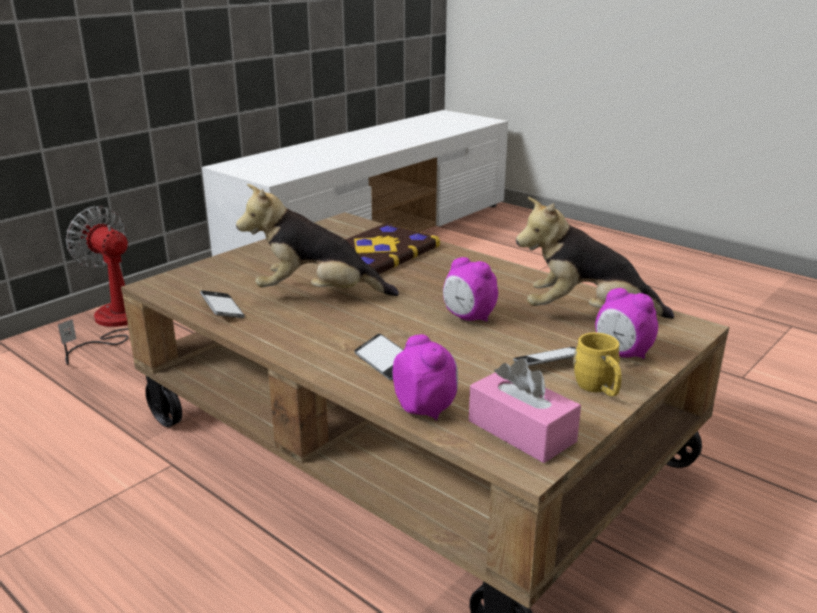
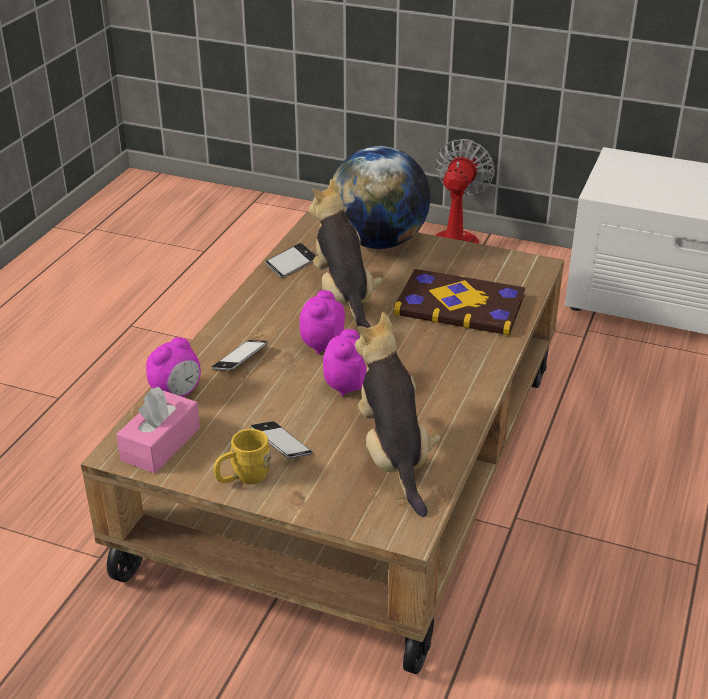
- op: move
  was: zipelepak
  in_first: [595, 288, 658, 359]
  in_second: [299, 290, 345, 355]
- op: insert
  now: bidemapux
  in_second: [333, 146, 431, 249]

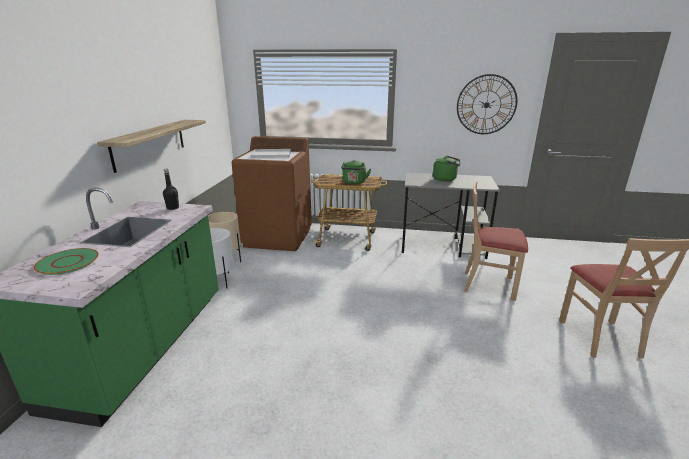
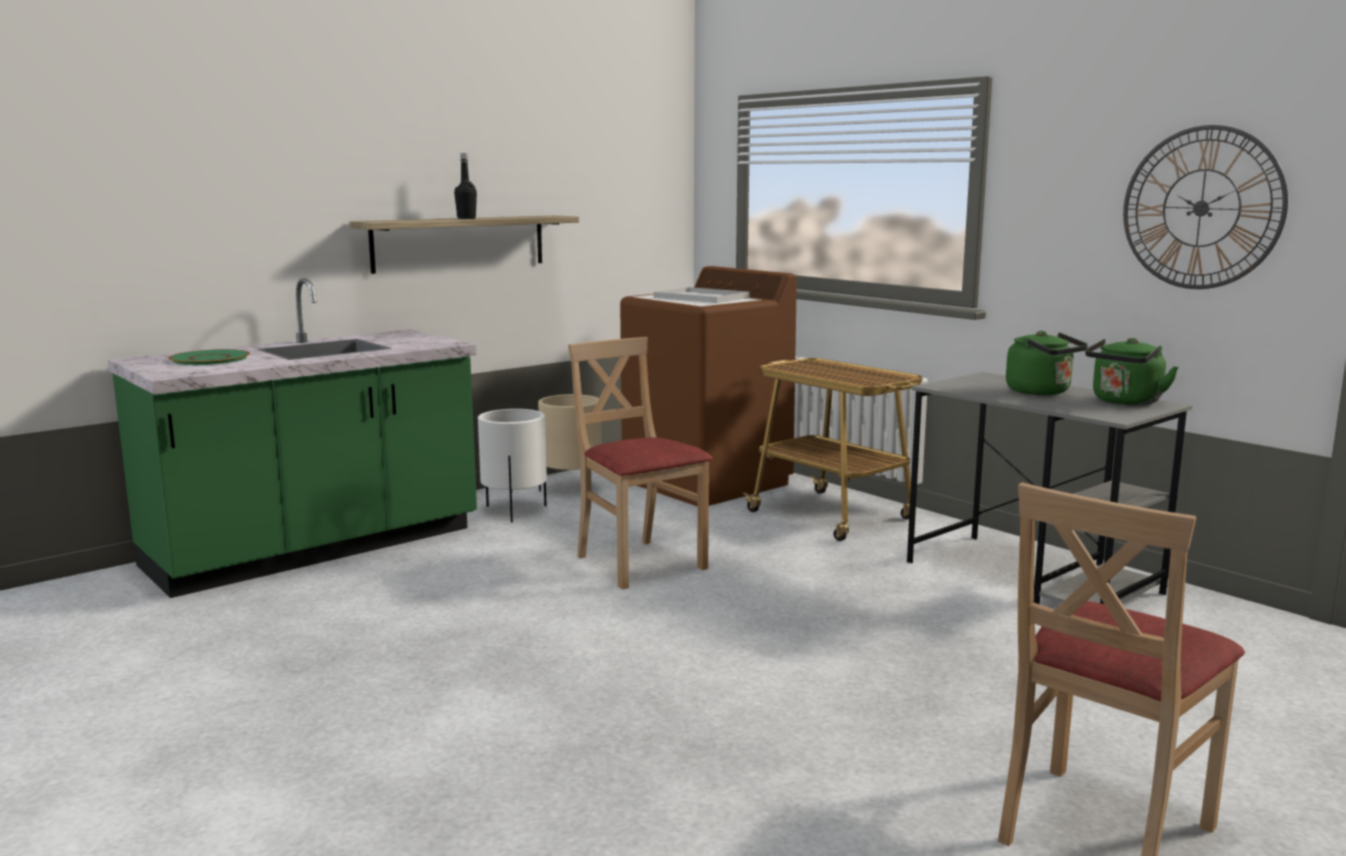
- op: move
  was: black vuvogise
  in_first: [163, 169, 179, 210]
  in_second: [454, 153, 477, 219]
- op: move
  was: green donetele
  in_first: [341, 160, 371, 185]
  in_second: [1085, 338, 1179, 405]
- op: move
  was: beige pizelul
  in_first: [464, 181, 528, 301]
  in_second: [568, 337, 713, 589]

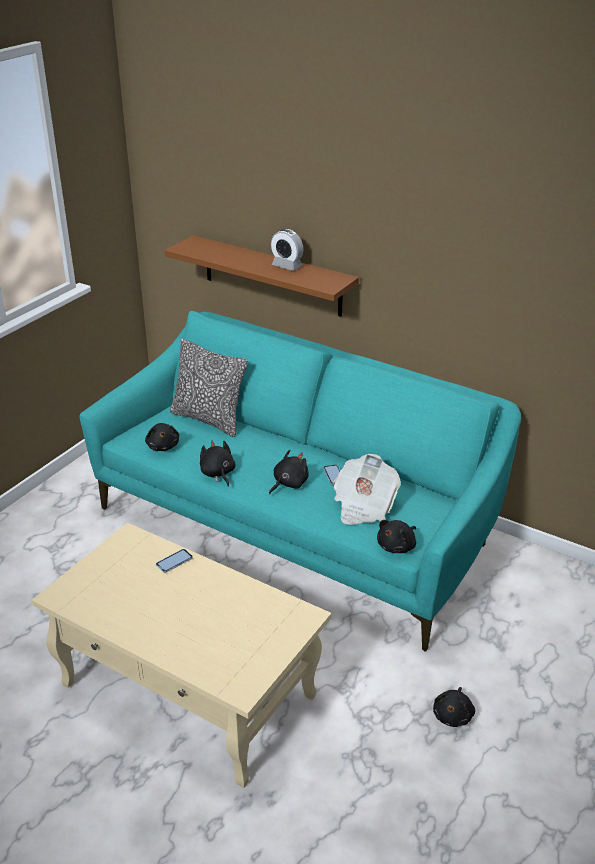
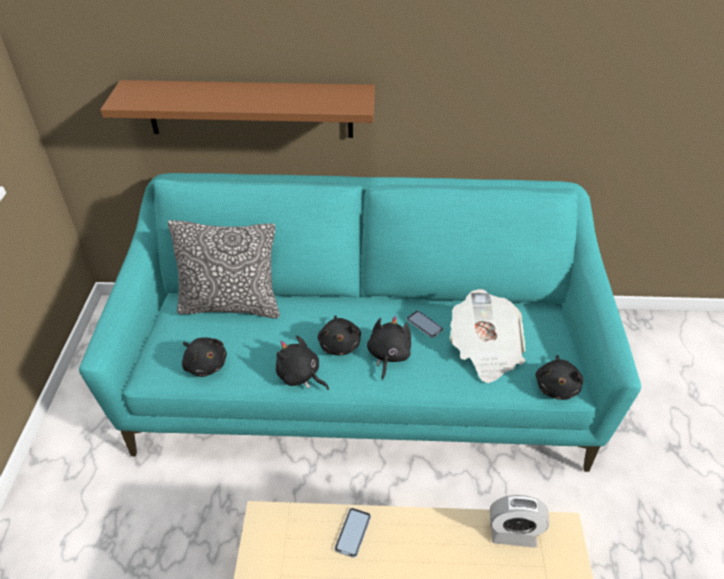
- op: move
  was: zipelepak
  in_first: [271, 229, 303, 271]
  in_second: [490, 495, 549, 548]
- op: move
  was: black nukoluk
  in_first: [433, 687, 475, 727]
  in_second: [318, 315, 361, 355]

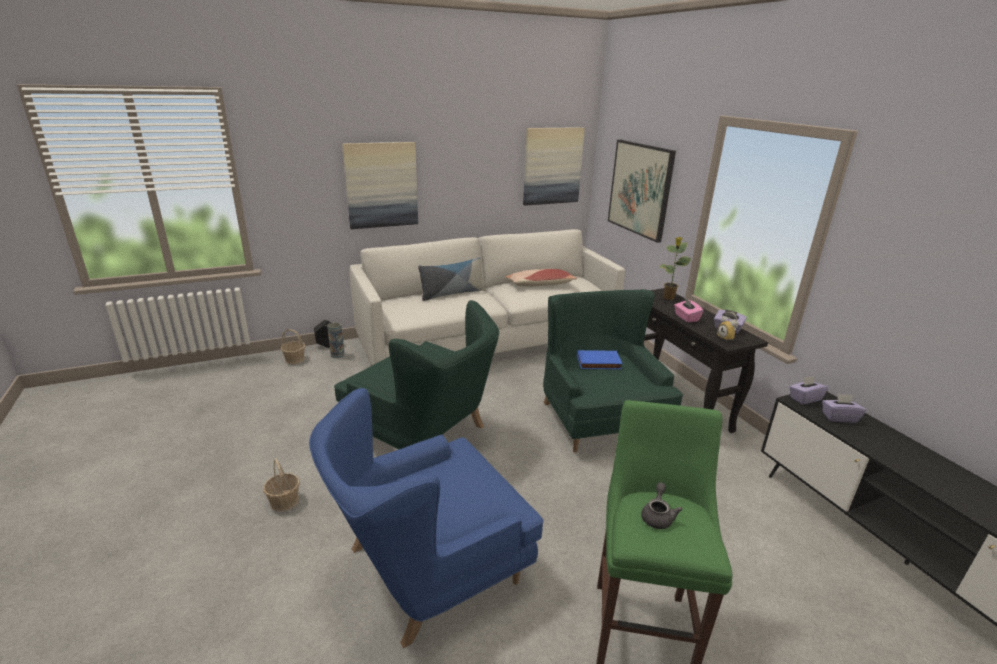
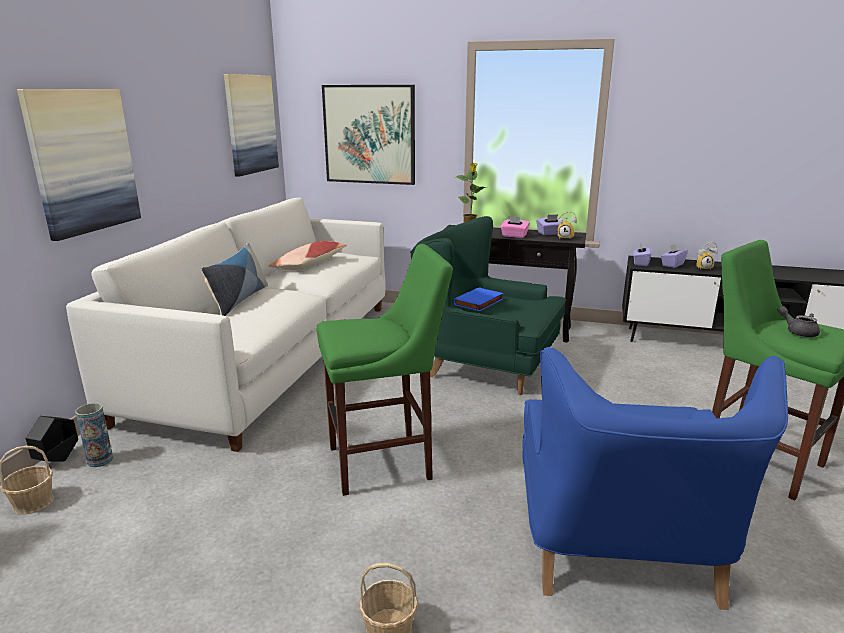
- op: replace
  was: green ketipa
  now: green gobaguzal
  in_first: [334, 300, 499, 449]
  in_second: [316, 244, 453, 496]
- op: insert
  now: zipelepak
  in_second: [696, 242, 718, 270]

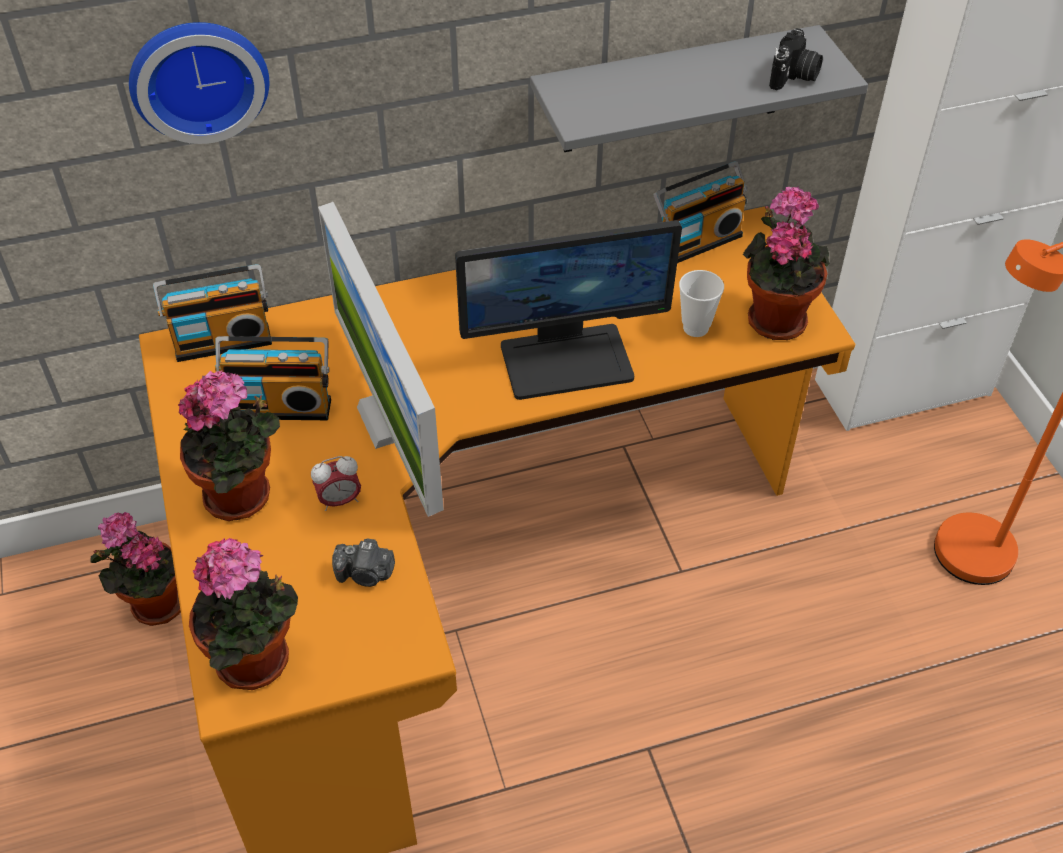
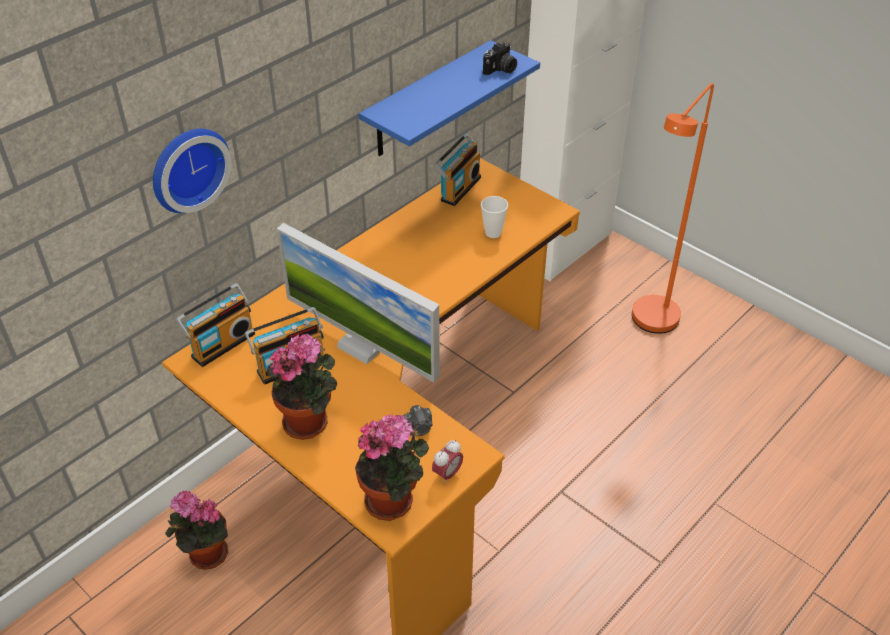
- op: move
  was: zipelepak
  in_first: [311, 456, 361, 511]
  in_second: [432, 440, 463, 484]
- op: delete
  was: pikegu
  in_first: [455, 220, 682, 400]
- op: recolor
  was: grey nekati
  now: blue nekati
  in_first: [530, 25, 868, 152]
  in_second: [359, 40, 540, 156]
- op: delete
  was: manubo
  in_first: [743, 186, 830, 340]
- op: rotate
  was: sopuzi
  in_first: [769, 28, 823, 90]
  in_second: [483, 42, 517, 75]
  clockwise: 45

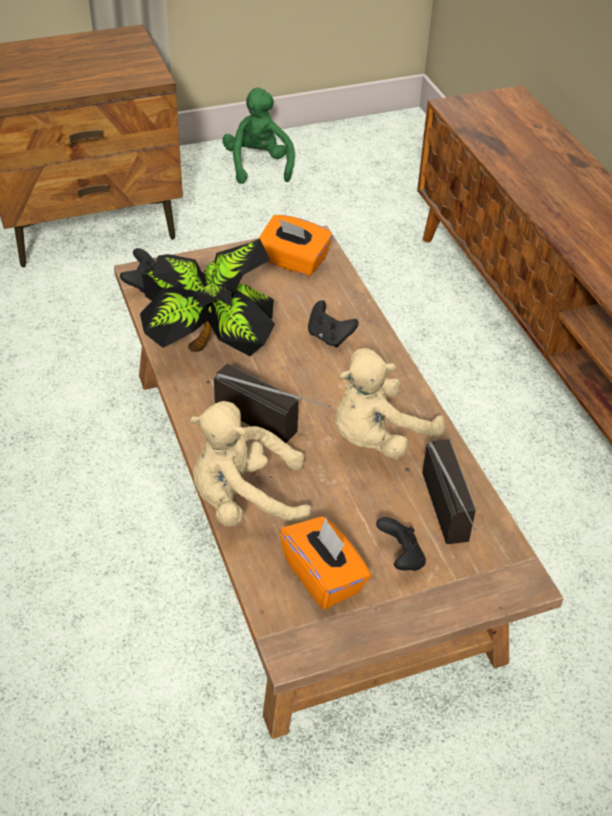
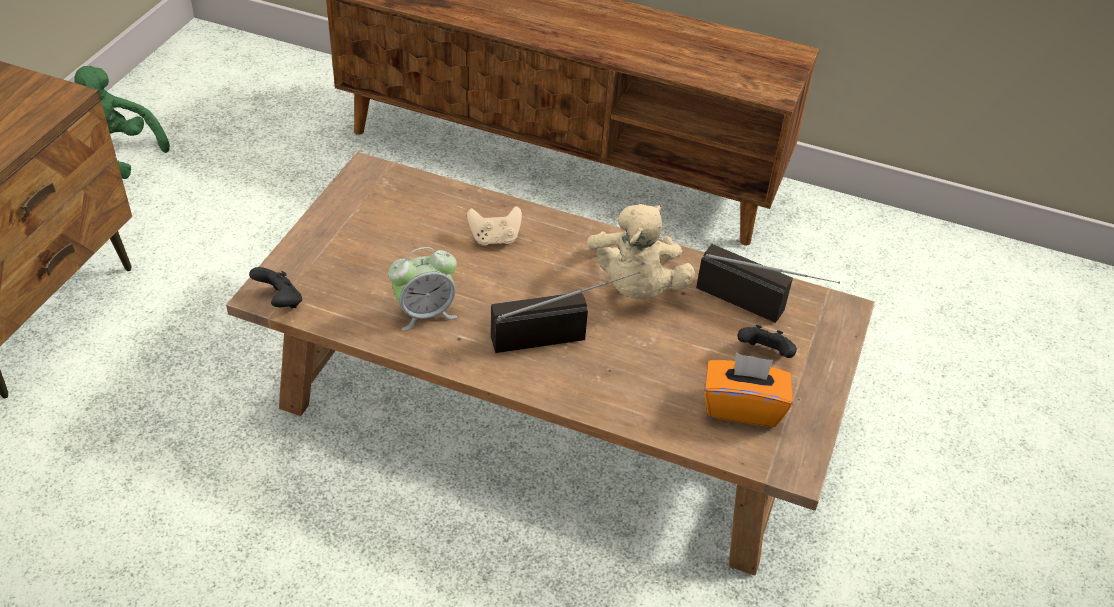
- op: replace
  was: manubo
  now: zipelepak
  in_first: [140, 238, 275, 356]
  in_second: [388, 247, 457, 331]
- op: delete
  was: beige nukoluk
  in_first: [190, 401, 311, 526]
- op: delete
  was: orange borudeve
  in_first: [258, 215, 332, 276]
- op: recolor
  was: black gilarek
  now: beige gilarek
  in_first: [308, 300, 359, 348]
  in_second: [467, 206, 522, 245]

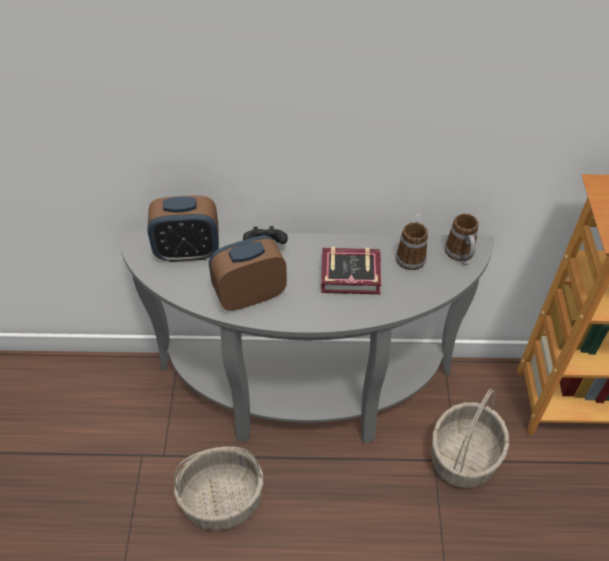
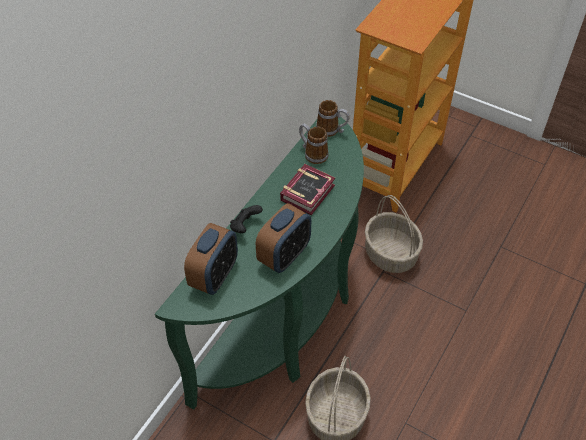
- op: recolor
  was: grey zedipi
  now: green zedipi
  in_first: [118, 231, 494, 443]
  in_second: [155, 117, 364, 410]
- op: rotate
  was: zipelepak
  in_first: [209, 235, 287, 311]
  in_second: [256, 203, 311, 273]
  clockwise: -150

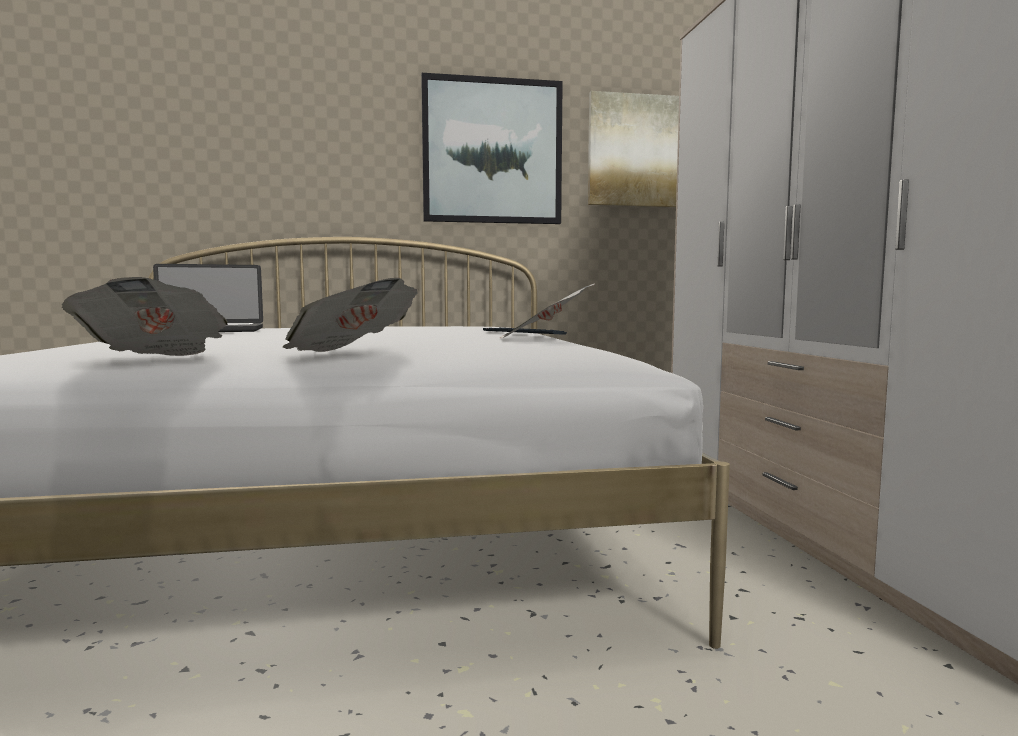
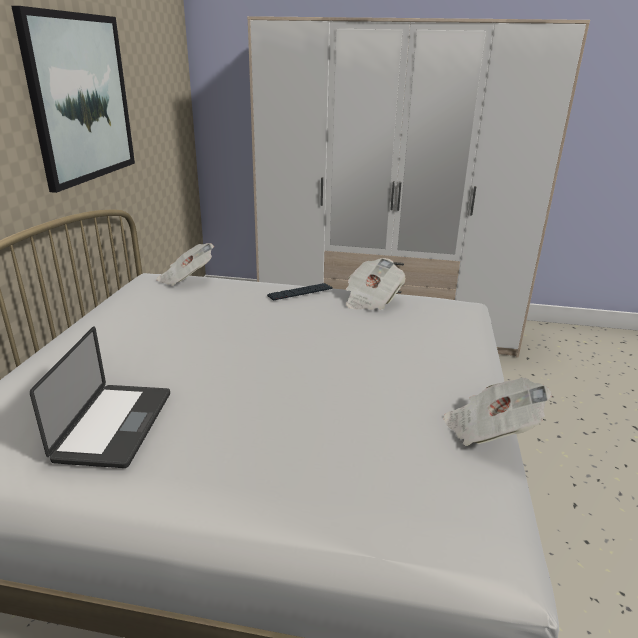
- op: move
  was: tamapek
  in_first: [283, 278, 418, 352]
  in_second: [157, 243, 214, 286]
- op: delete
  was: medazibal
  in_first: [588, 91, 679, 207]

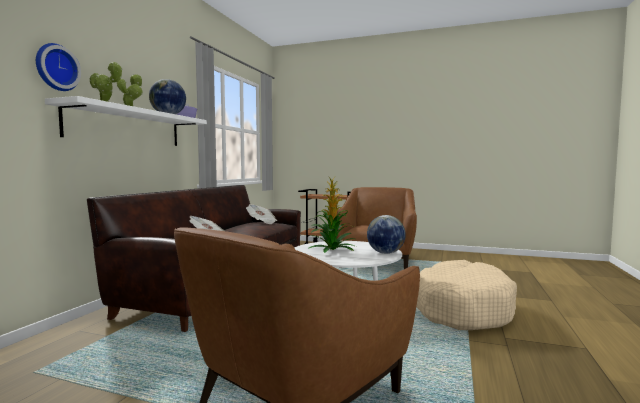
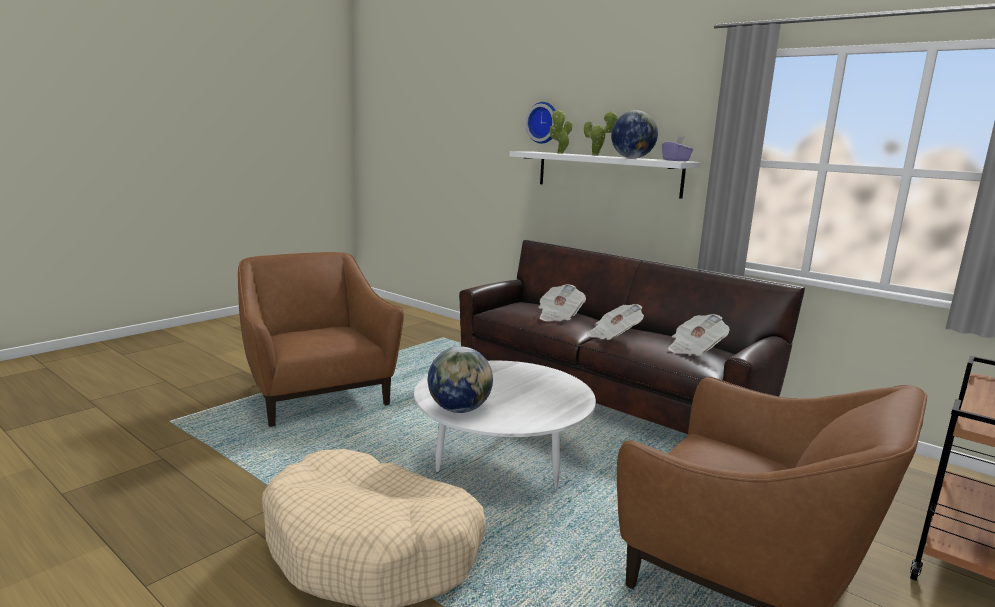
- op: delete
  was: manubo
  in_first: [308, 176, 356, 253]
- op: insert
  now: tamapek
  in_second: [587, 304, 644, 340]

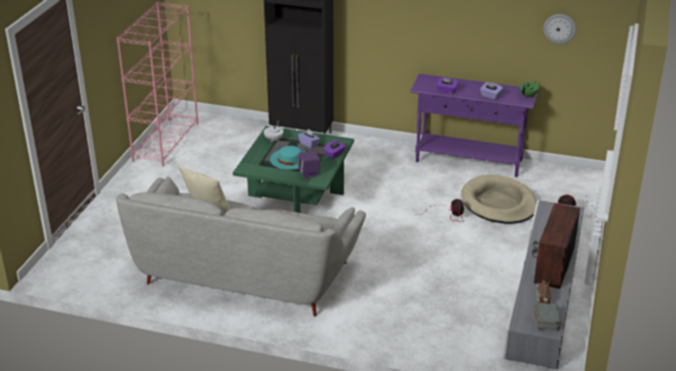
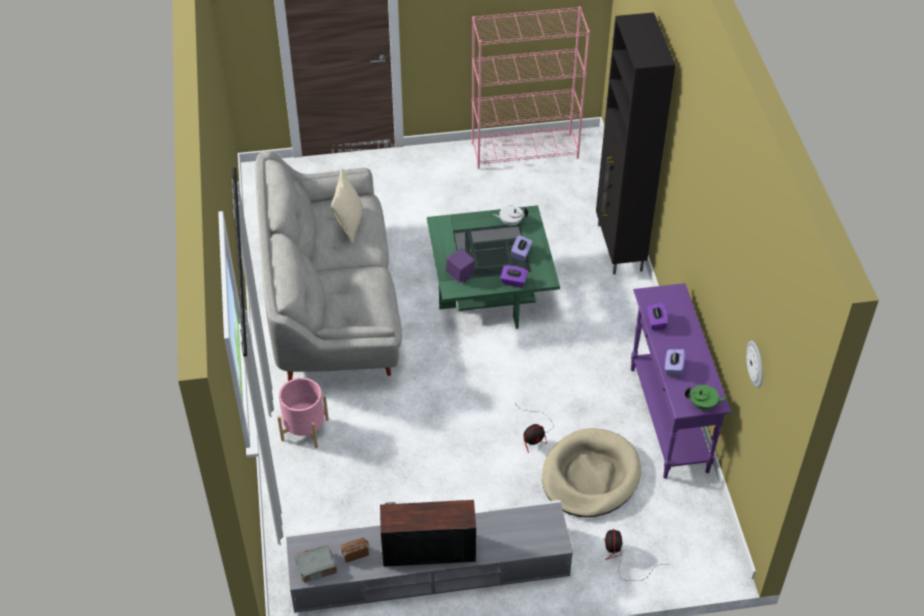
- op: delete
  was: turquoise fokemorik
  in_first: [270, 146, 306, 170]
- op: insert
  now: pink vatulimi
  in_second: [277, 378, 329, 448]

